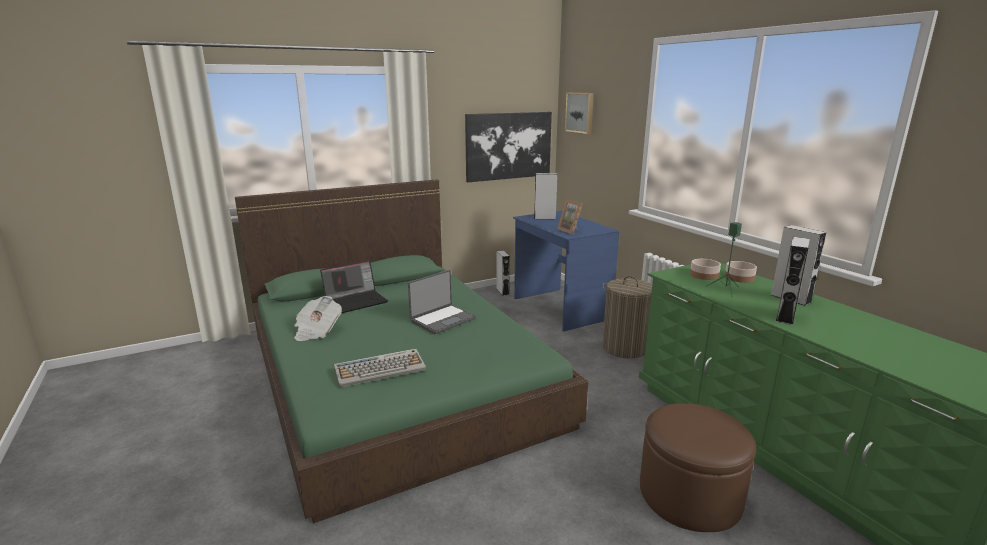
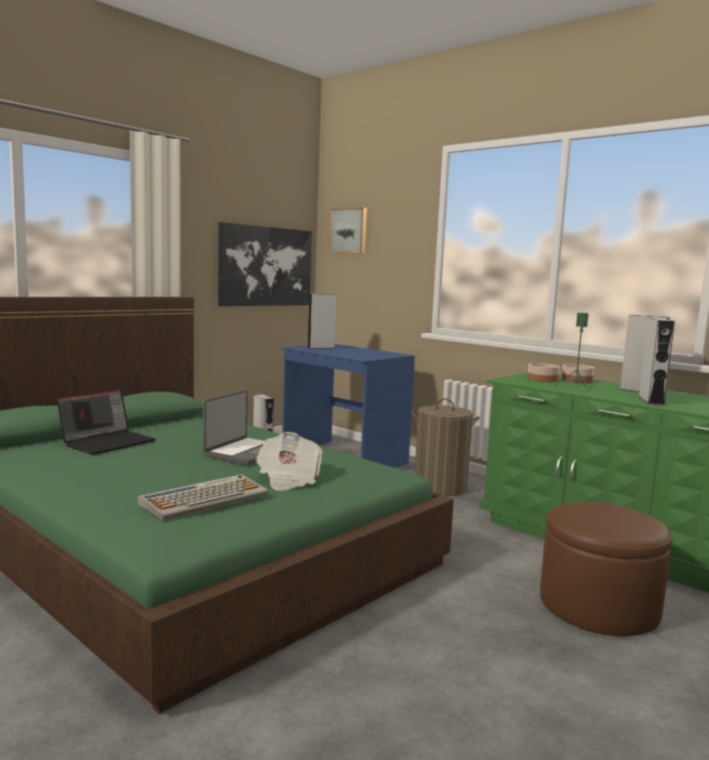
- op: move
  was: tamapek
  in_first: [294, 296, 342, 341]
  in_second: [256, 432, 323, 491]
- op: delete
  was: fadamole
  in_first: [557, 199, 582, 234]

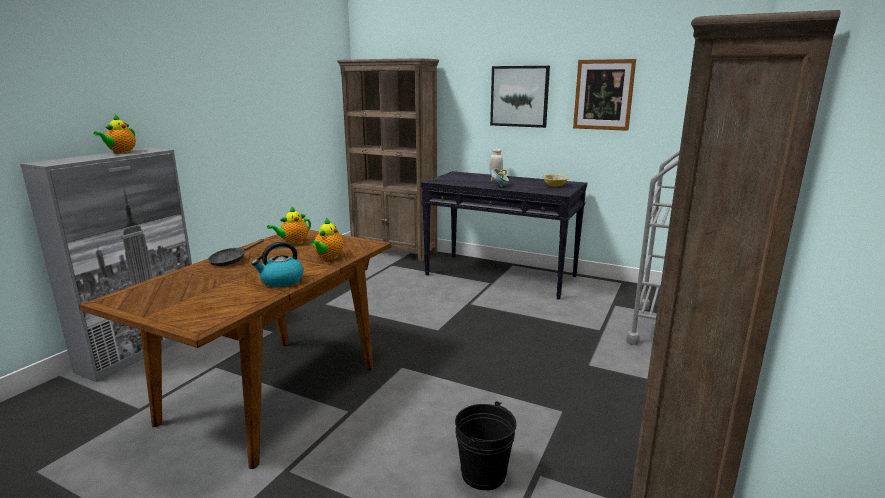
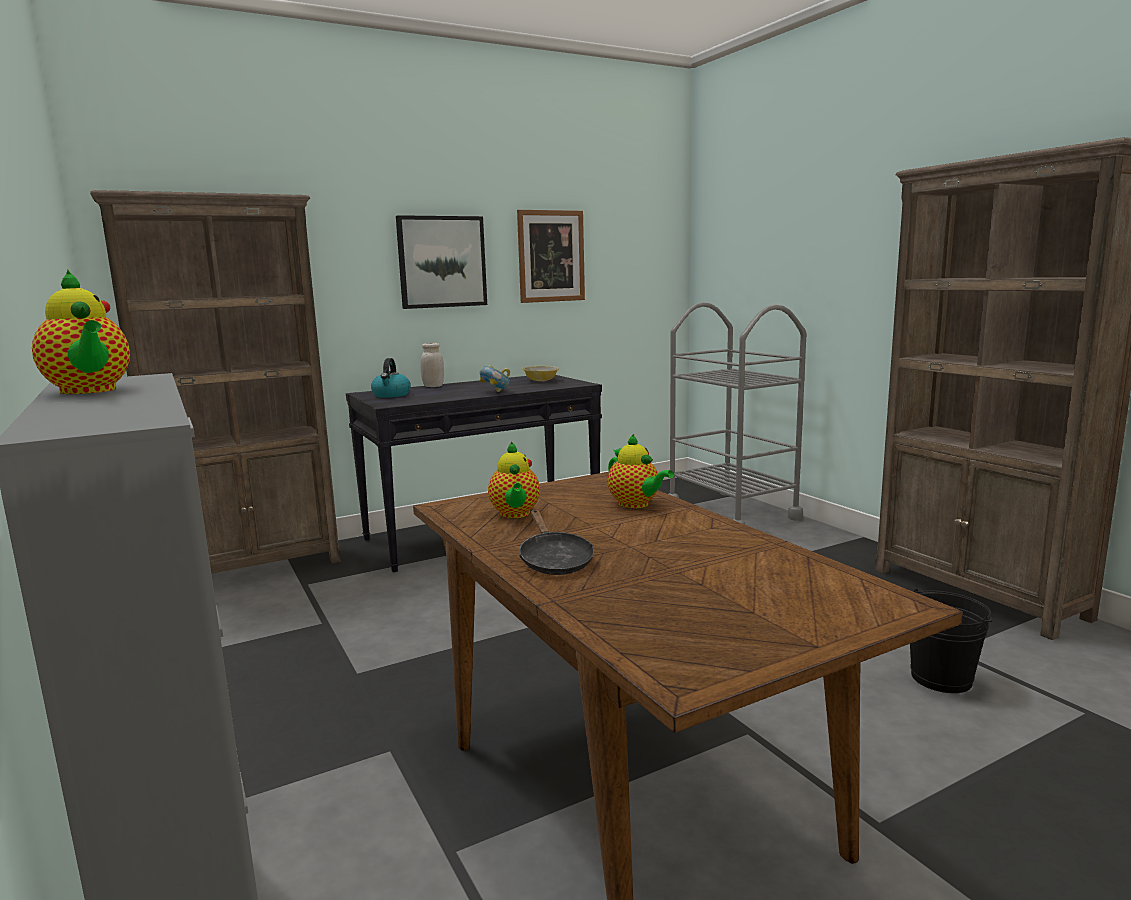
- op: move
  was: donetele
  in_first: [251, 242, 304, 287]
  in_second: [371, 358, 411, 398]

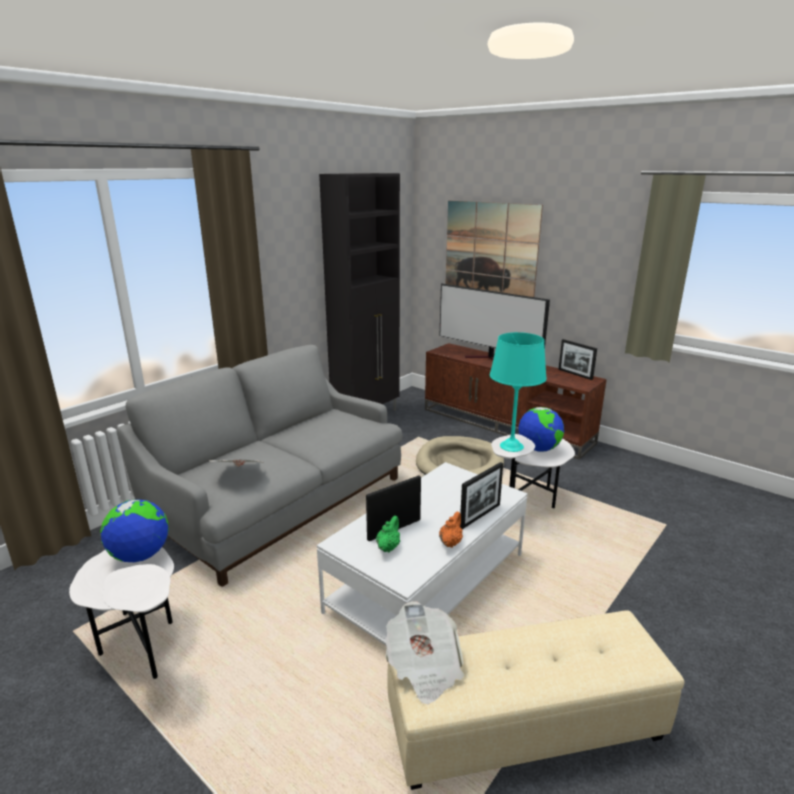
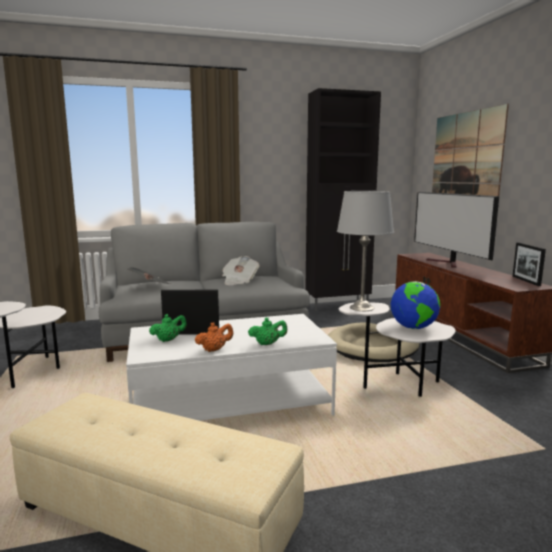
- op: delete
  was: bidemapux
  in_first: [100, 499, 169, 562]
- op: move
  was: tamapek
  in_first: [385, 601, 464, 705]
  in_second: [222, 256, 259, 285]
- op: replace
  was: fadamole
  now: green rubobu
  in_first: [460, 462, 503, 529]
  in_second: [248, 318, 287, 345]
- op: recolor
  was: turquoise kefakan
  now: grey kefakan
  in_first: [490, 332, 547, 452]
  in_second: [337, 191, 394, 311]

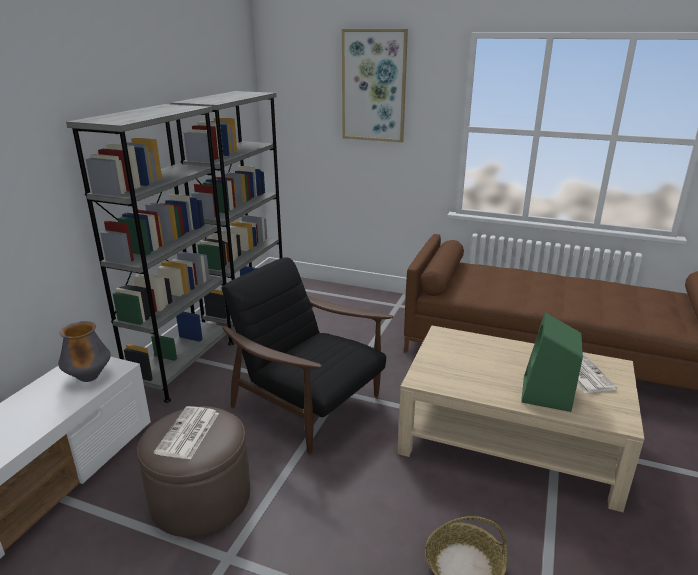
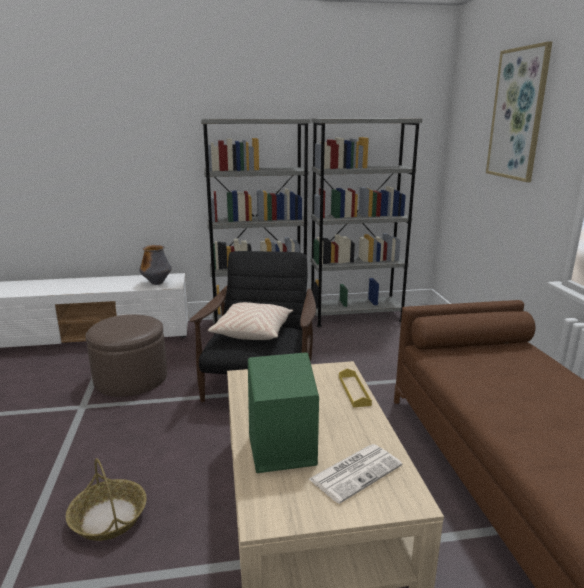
- op: delete
  was: tamapek
  in_first: [154, 406, 219, 460]
- op: insert
  now: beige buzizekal
  in_second: [208, 302, 293, 340]
- op: insert
  now: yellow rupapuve
  in_second: [339, 369, 372, 407]

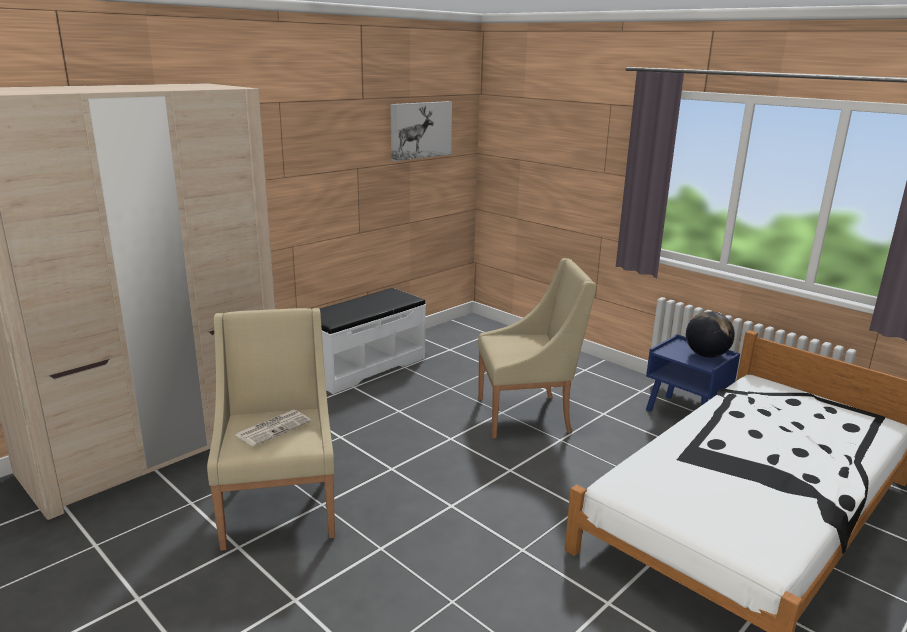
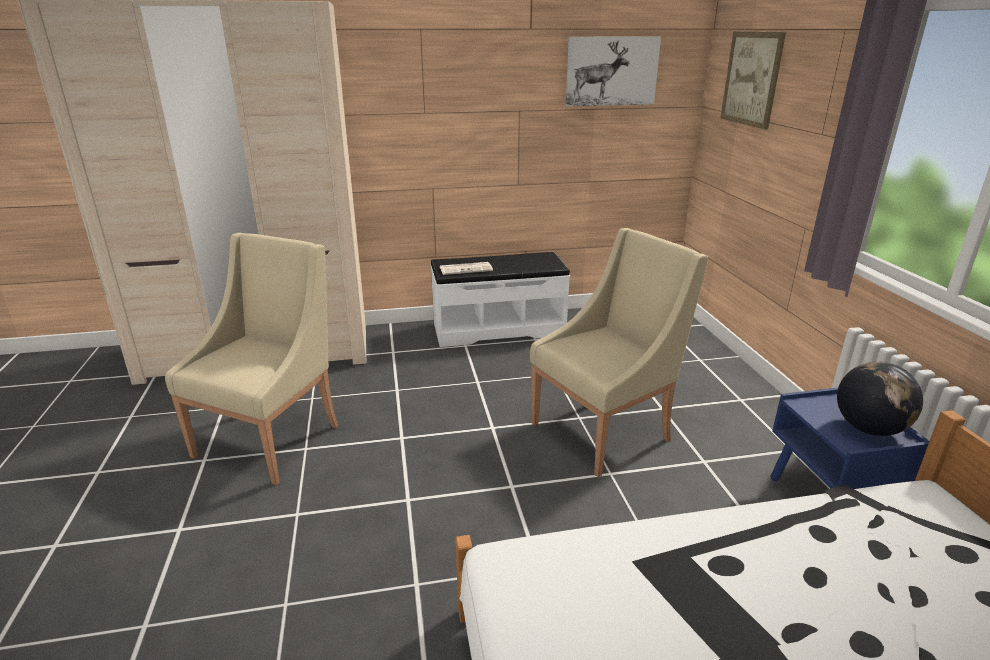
- op: move
  was: tamapek
  in_first: [235, 410, 311, 446]
  in_second: [440, 262, 493, 275]
- op: rotate
  was: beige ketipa
  in_first: [478, 258, 596, 438]
  in_second: [530, 228, 708, 477]
  clockwise: -60
- op: insert
  now: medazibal
  in_second: [720, 32, 786, 130]

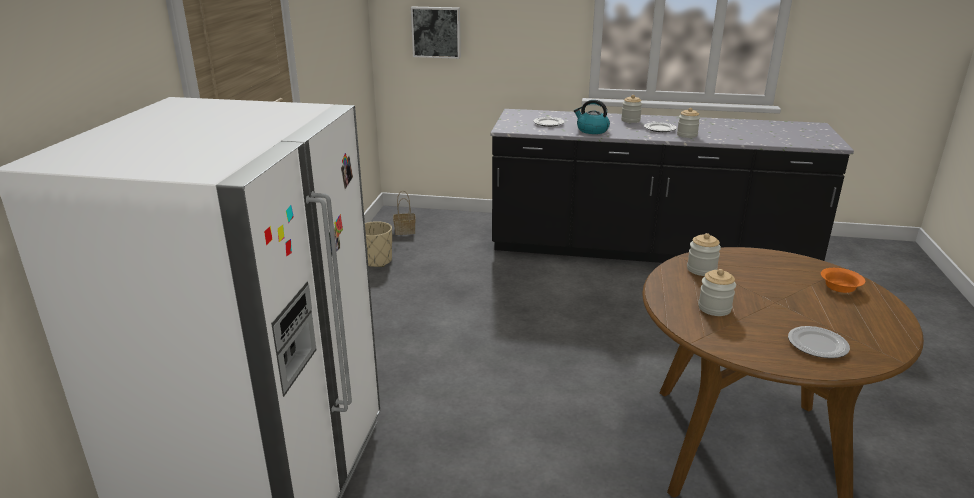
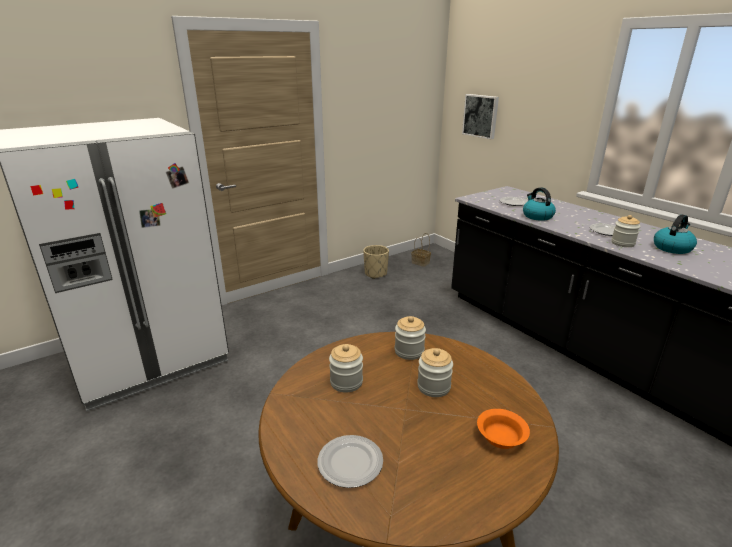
- op: move
  was: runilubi
  in_first: [621, 95, 642, 123]
  in_second: [417, 348, 453, 397]
- op: insert
  now: donetele
  in_second: [654, 214, 697, 254]

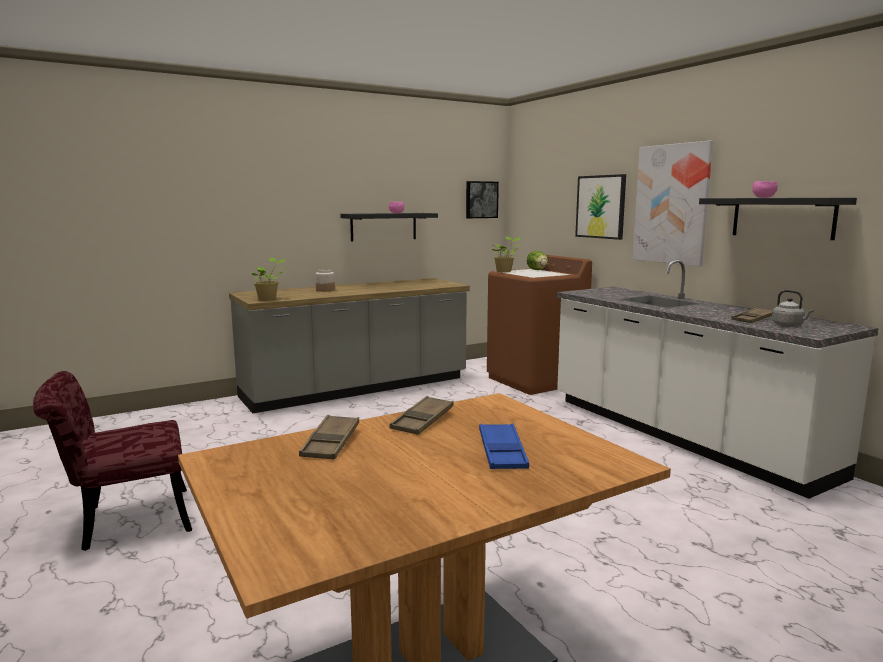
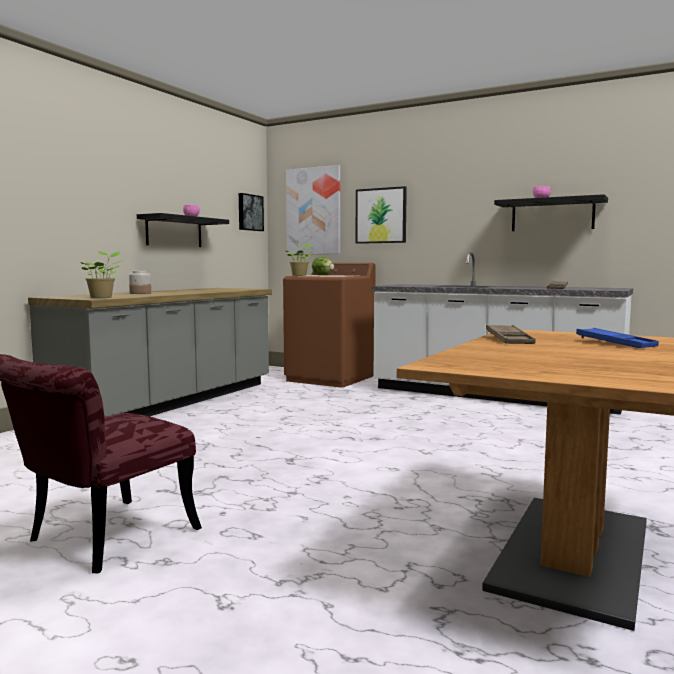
- op: delete
  was: brown rupapuve
  in_first: [299, 415, 359, 460]
- op: move
  was: medazibal
  in_first: [632, 141, 713, 267]
  in_second: [286, 165, 340, 254]
- op: delete
  was: grey donetele
  in_first: [772, 290, 814, 327]

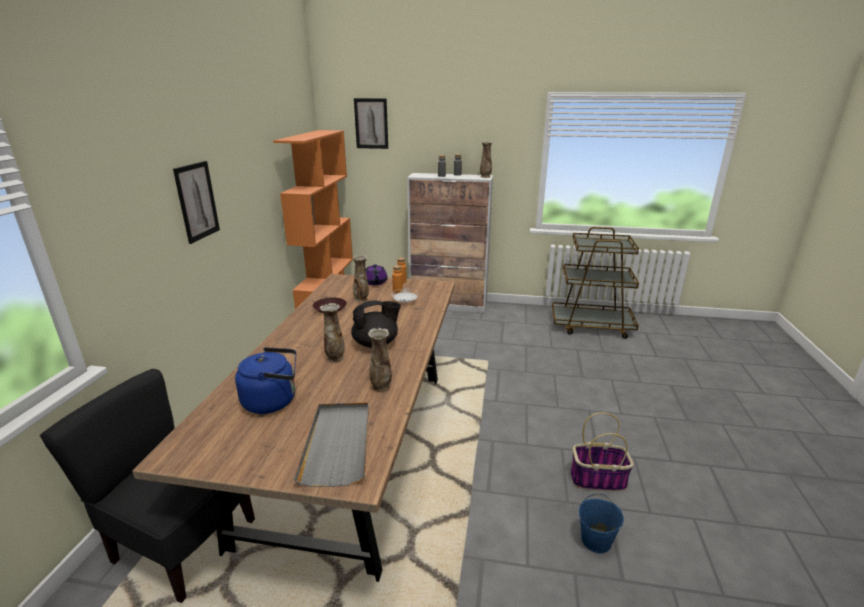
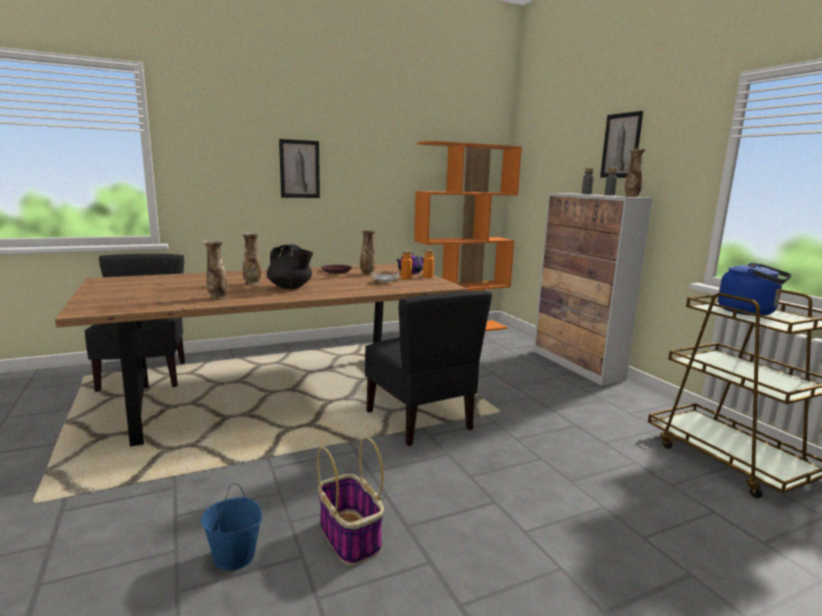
- op: move
  was: blue donetele
  in_first: [235, 347, 296, 414]
  in_second: [718, 263, 791, 316]
- op: delete
  was: grey rupapuve
  in_first: [294, 403, 369, 487]
- op: move
  was: medazibal
  in_first: [354, 98, 388, 149]
  in_second: [600, 111, 643, 178]
- op: insert
  now: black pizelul
  in_second: [365, 291, 492, 446]

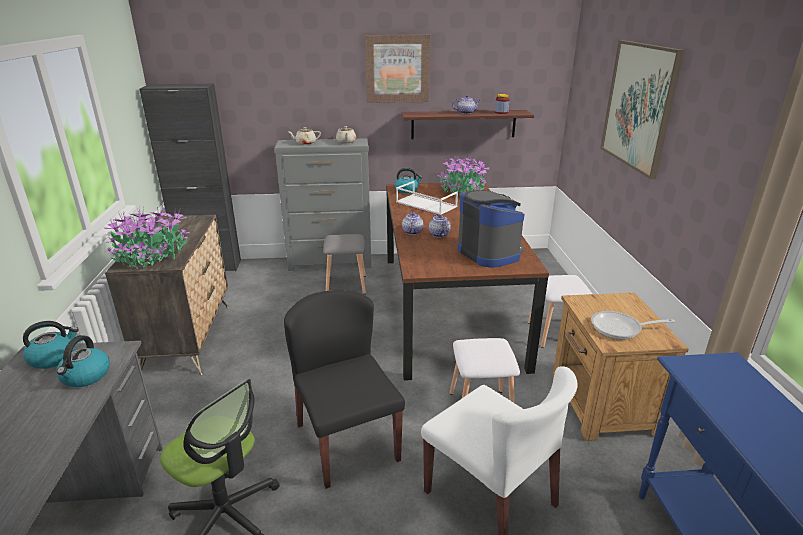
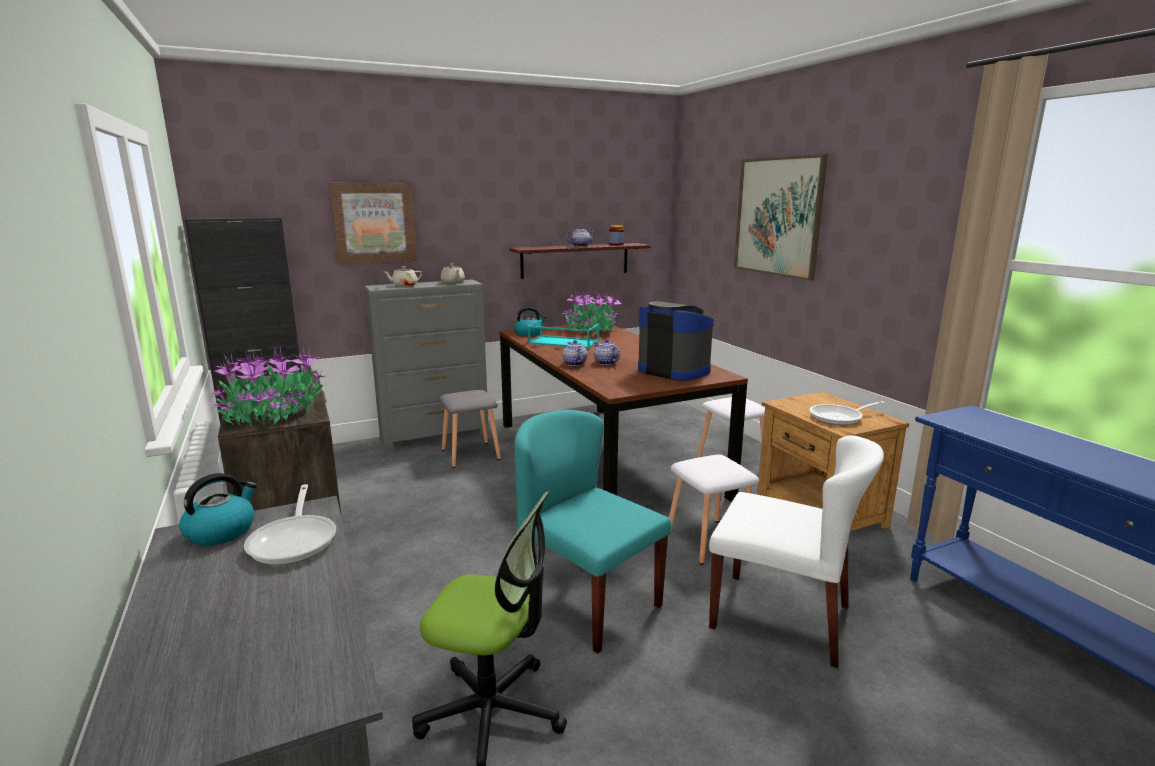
- op: replace
  was: donetele
  now: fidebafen
  in_first: [56, 335, 110, 387]
  in_second: [244, 484, 336, 565]
- op: recolor
  was: black pizelul
  now: turquoise pizelul
  in_first: [284, 290, 405, 489]
  in_second: [515, 410, 671, 654]
- op: move
  was: medazibal
  in_first: [365, 35, 430, 103]
  in_second: [329, 183, 417, 264]
- op: recolor
  was: white rupapuve
  now: turquoise rupapuve
  in_first: [396, 181, 458, 215]
  in_second: [528, 320, 599, 349]

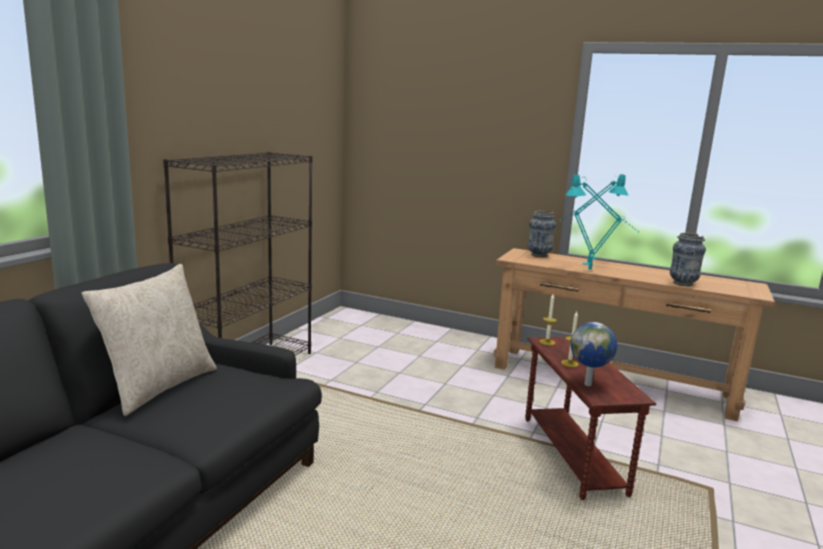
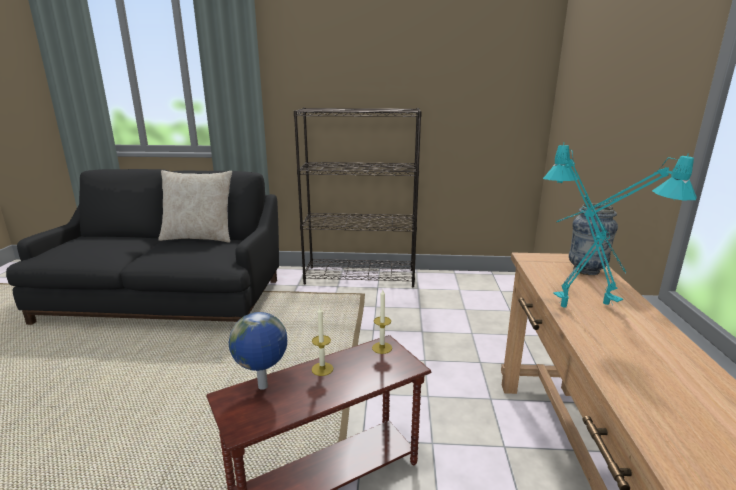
- op: delete
  was: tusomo
  in_first: [670, 233, 706, 286]

